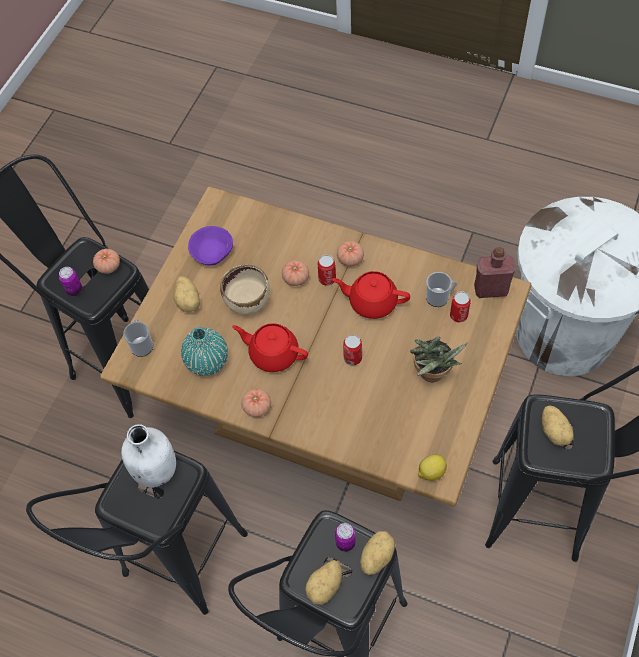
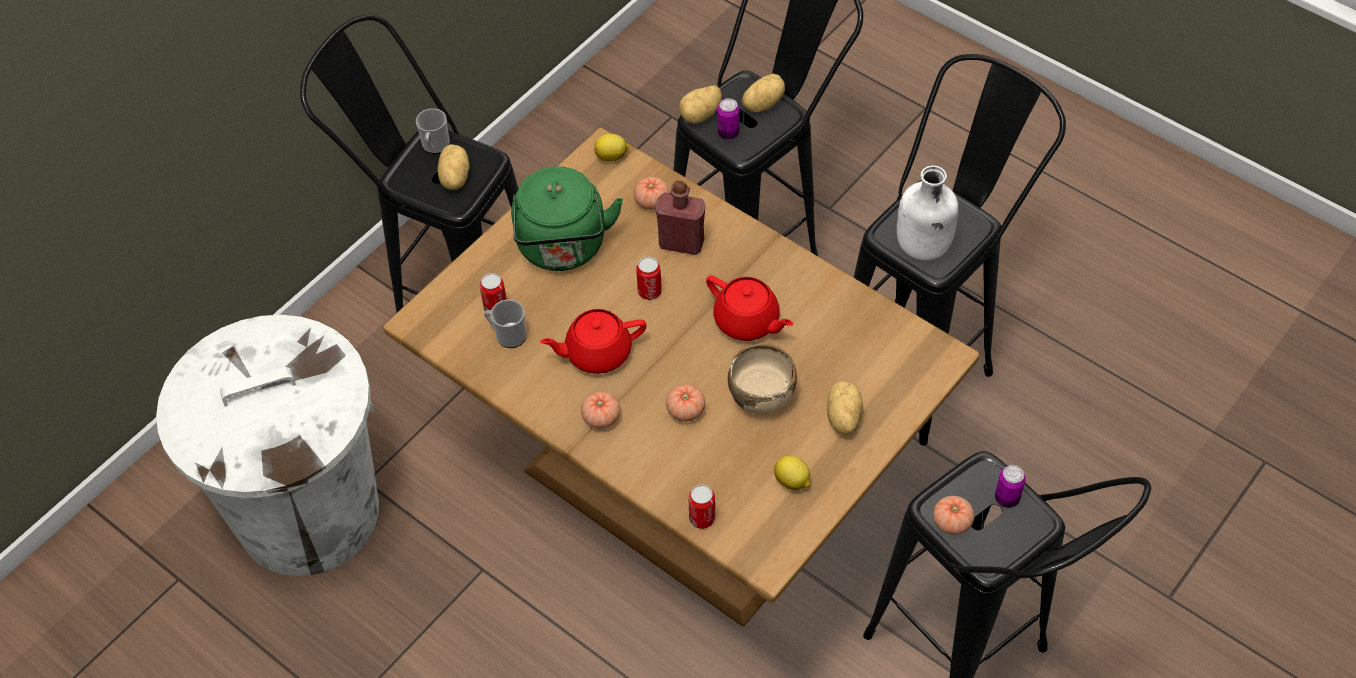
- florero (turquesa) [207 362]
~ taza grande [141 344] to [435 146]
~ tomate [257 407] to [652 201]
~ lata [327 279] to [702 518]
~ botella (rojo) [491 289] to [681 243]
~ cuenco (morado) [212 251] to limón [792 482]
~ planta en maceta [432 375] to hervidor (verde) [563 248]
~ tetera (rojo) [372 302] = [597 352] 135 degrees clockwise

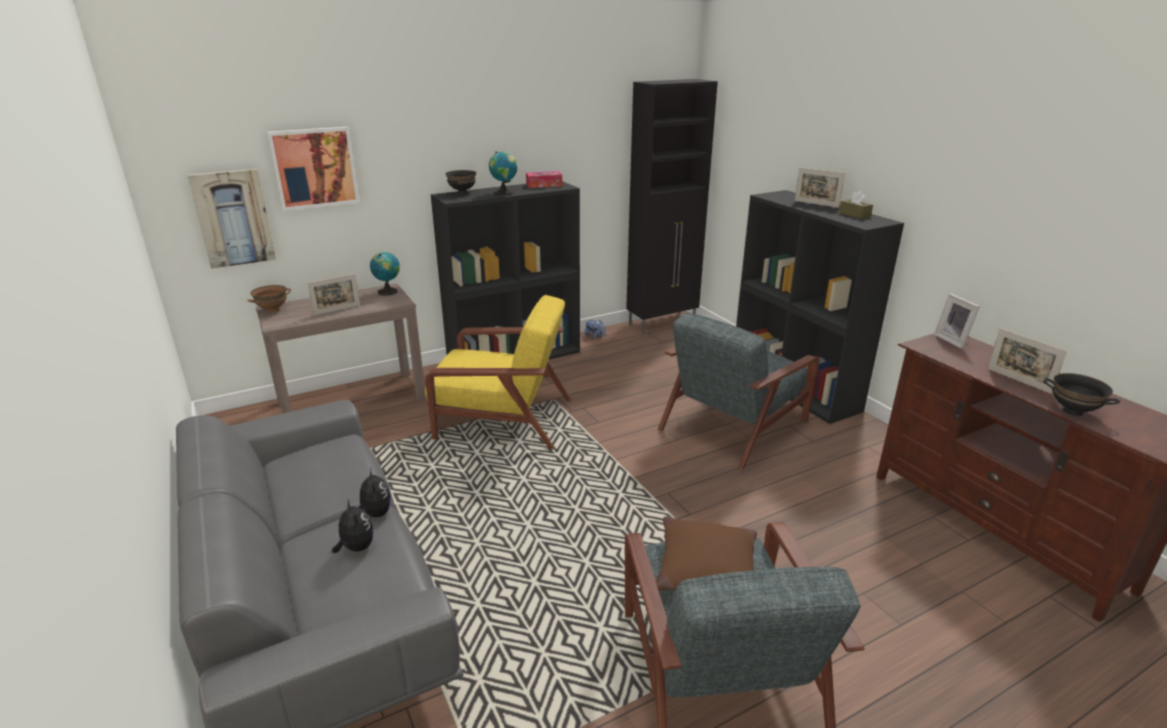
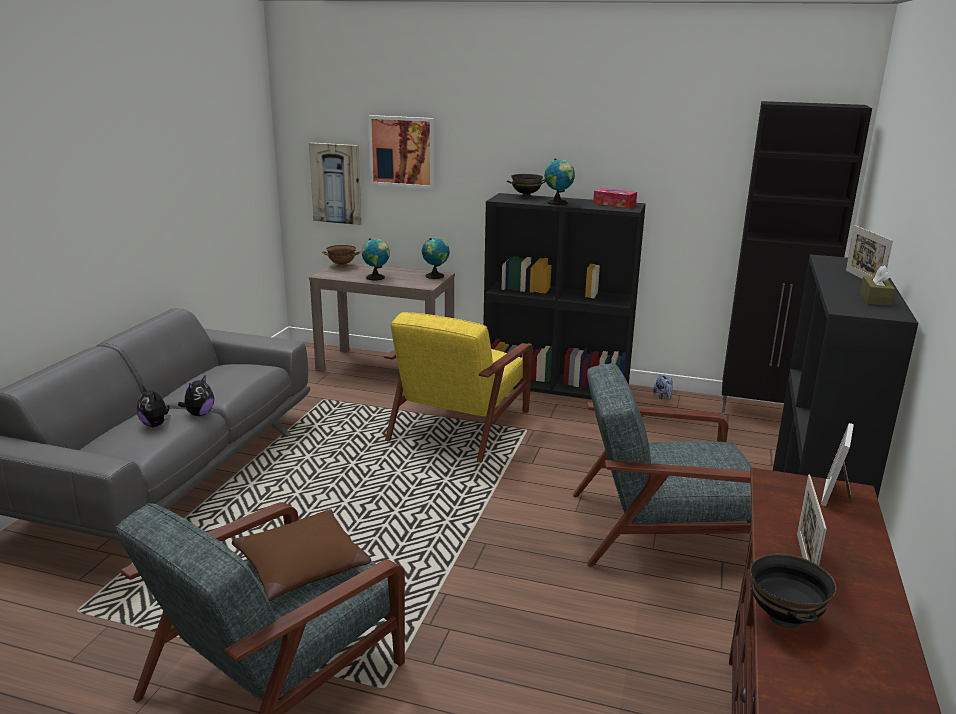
~ portarretratos [337 310] to globo terráqueo [377 277]
~ peluche [356 547] = [156 425] 120 degrees clockwise
~ sillón (amarillo) [501 418] = [461 424] 60 degrees clockwise

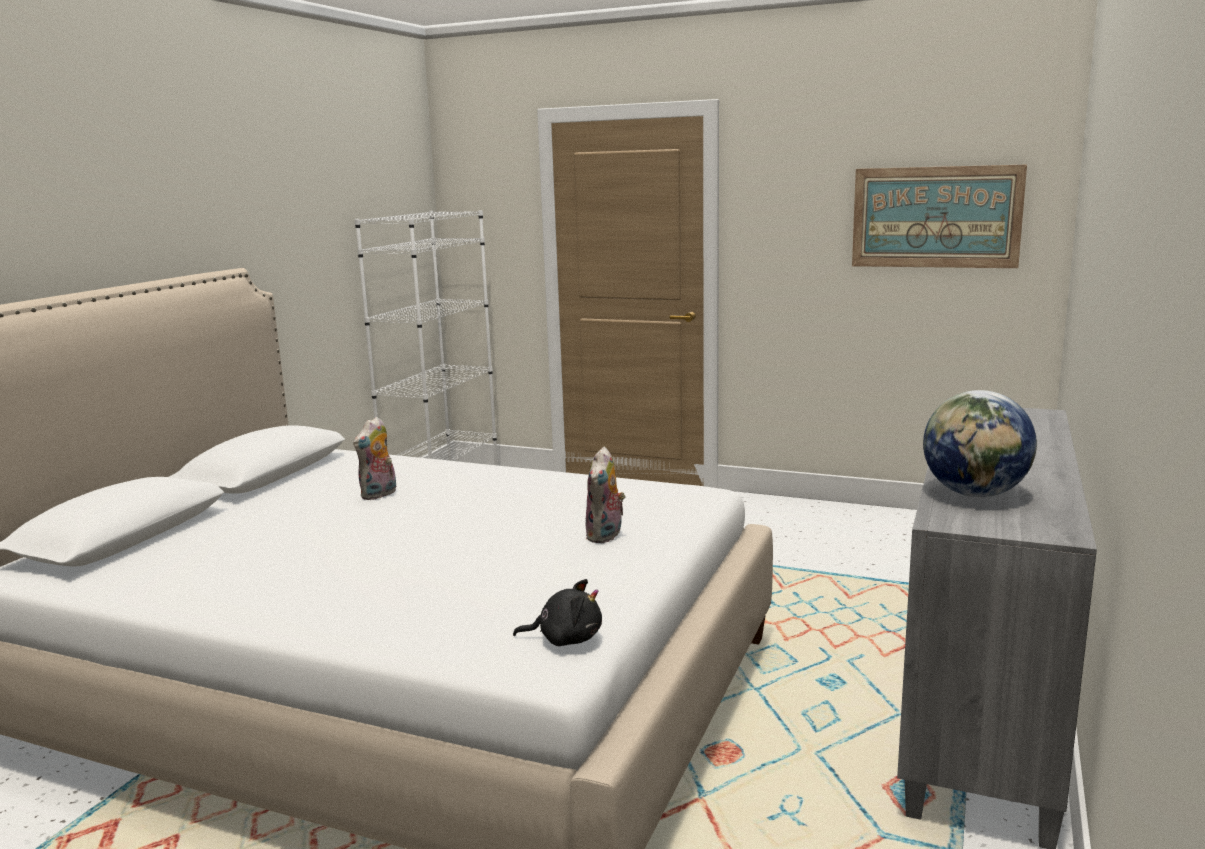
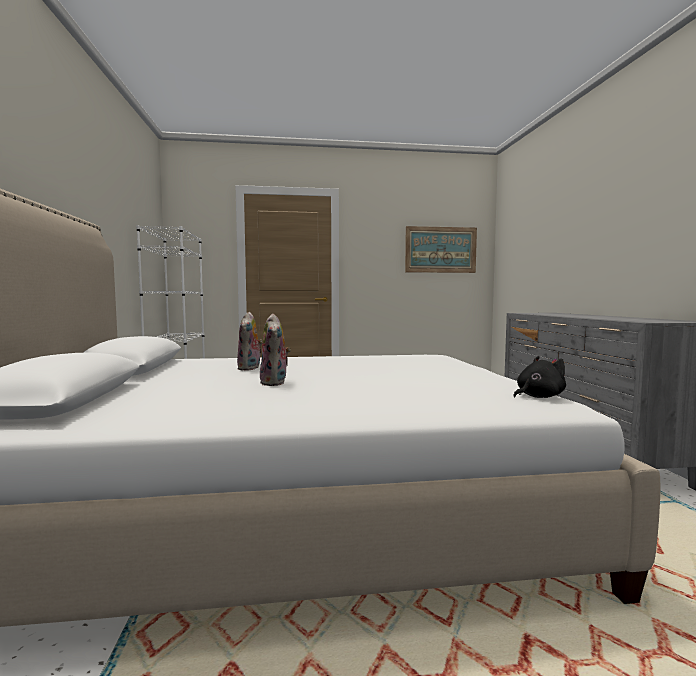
- globo terráqueo [975 494]
~ peluche [606 536] to [275 383]

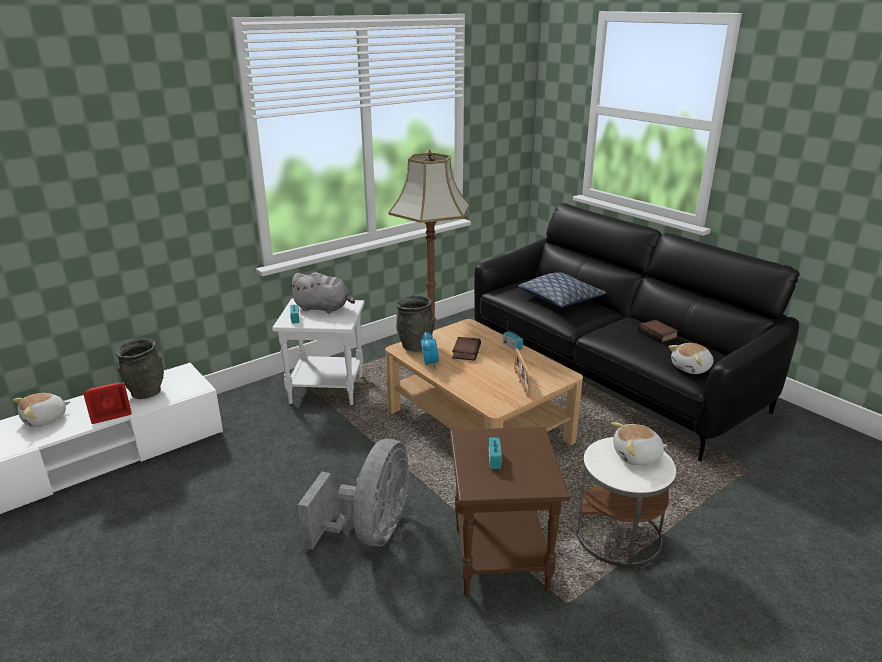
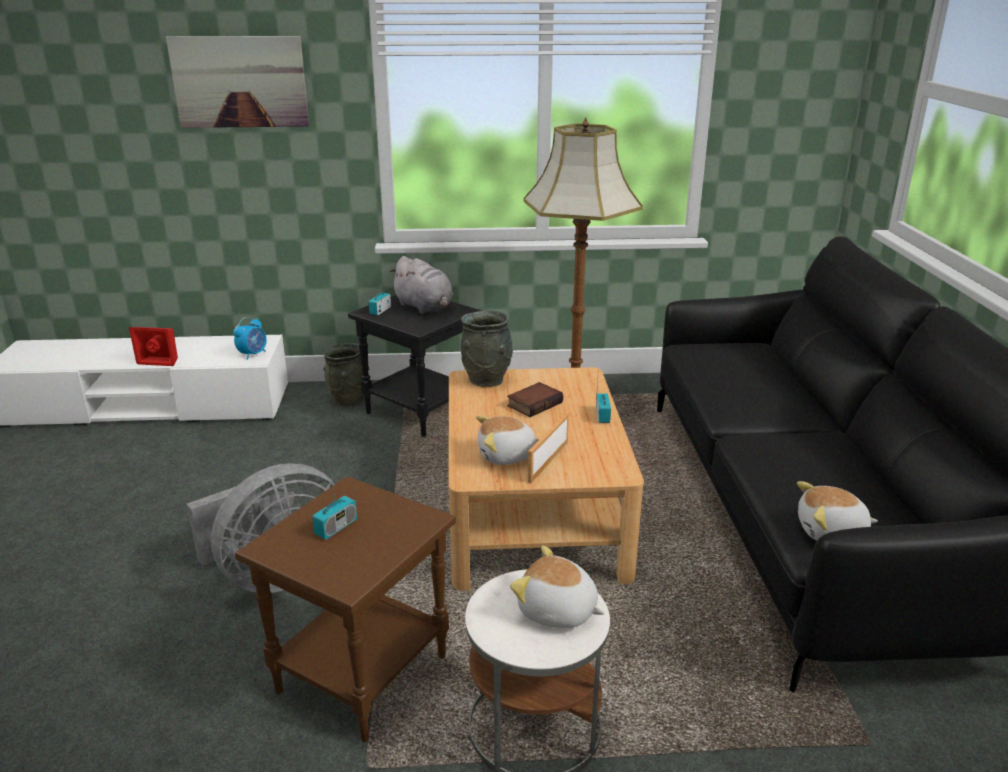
- cojín [561 299]
- libro [658 334]
+ cuadro [240 82]
~ peluche [45 419] to [507 456]
~ florero (gris) [146 392] to [349 400]
~ despertador [430 363] to [253 354]
~ mesa auxiliar (blanco) [328 389] to mesa auxiliar (negro) [421 411]

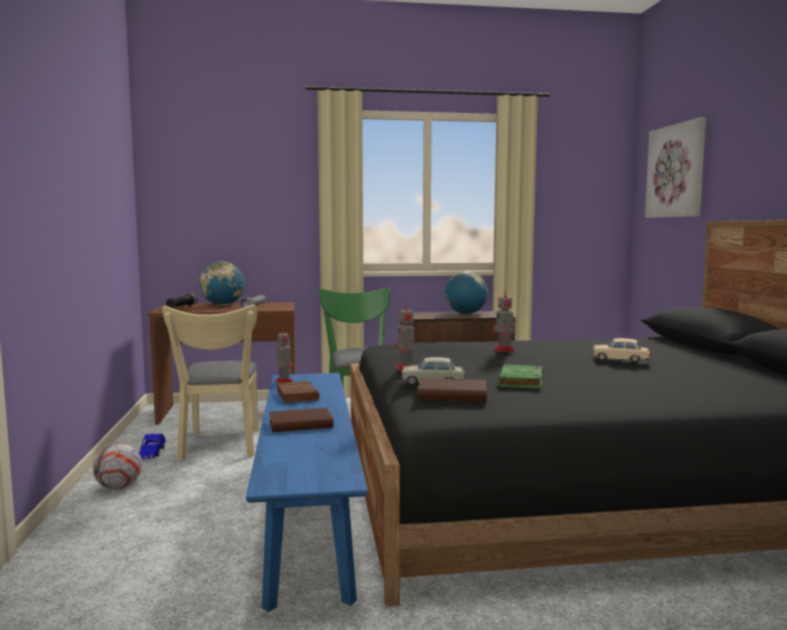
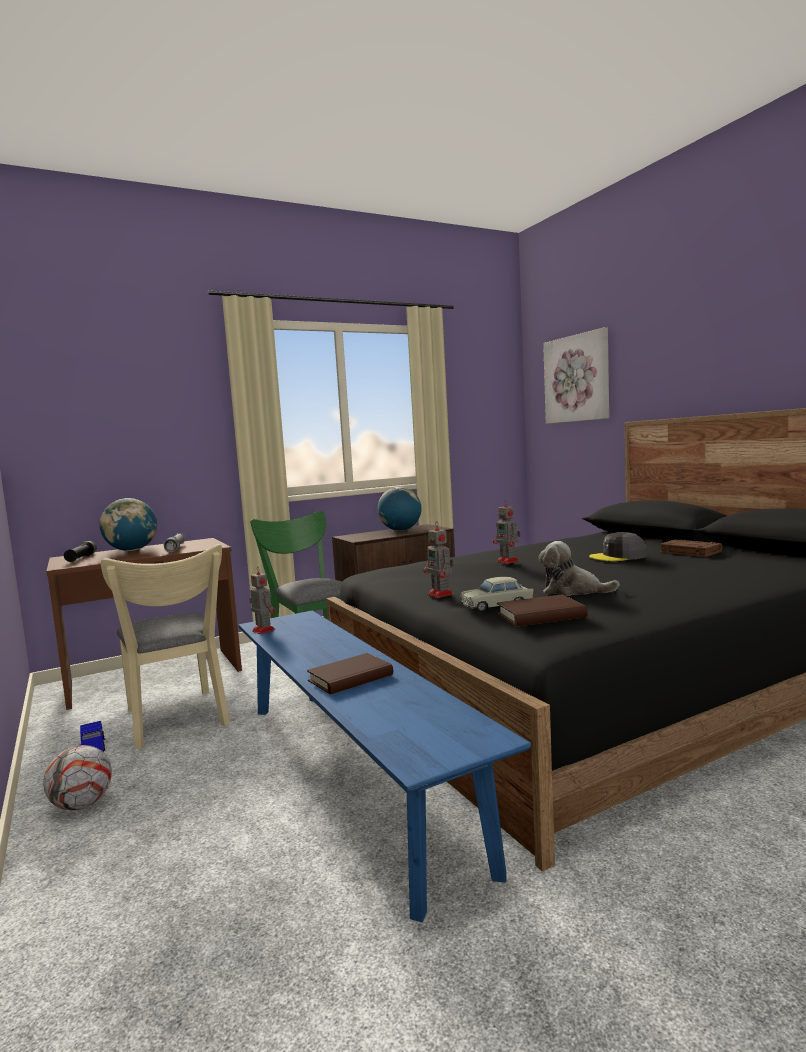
~ libro (marrón) [297 395] to [689 552]
~ libro (verde) [521 381] to peluche [572 591]
~ coche de juguete (beis) [620 359] to gorra (gris) [618 556]

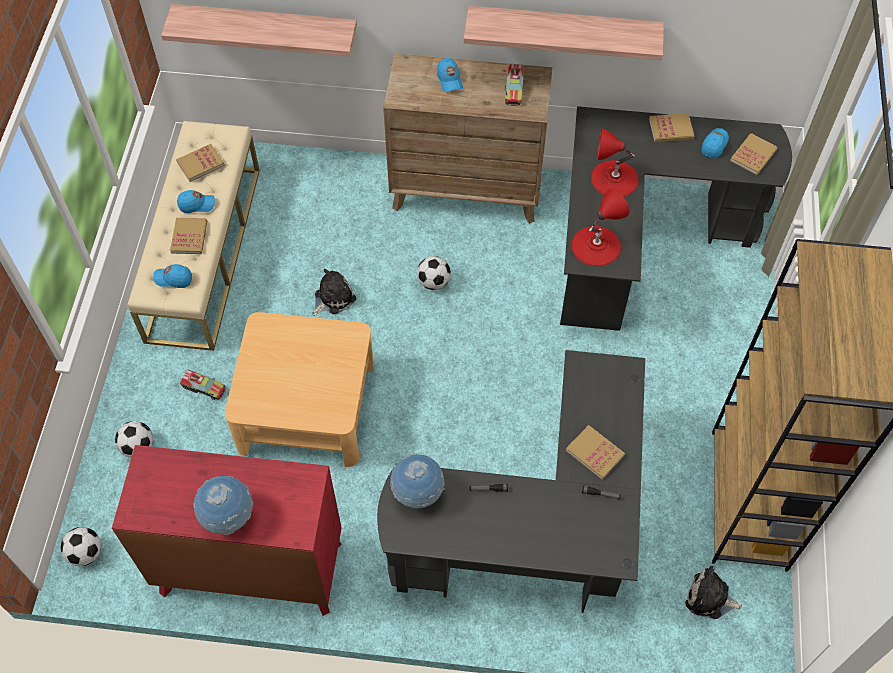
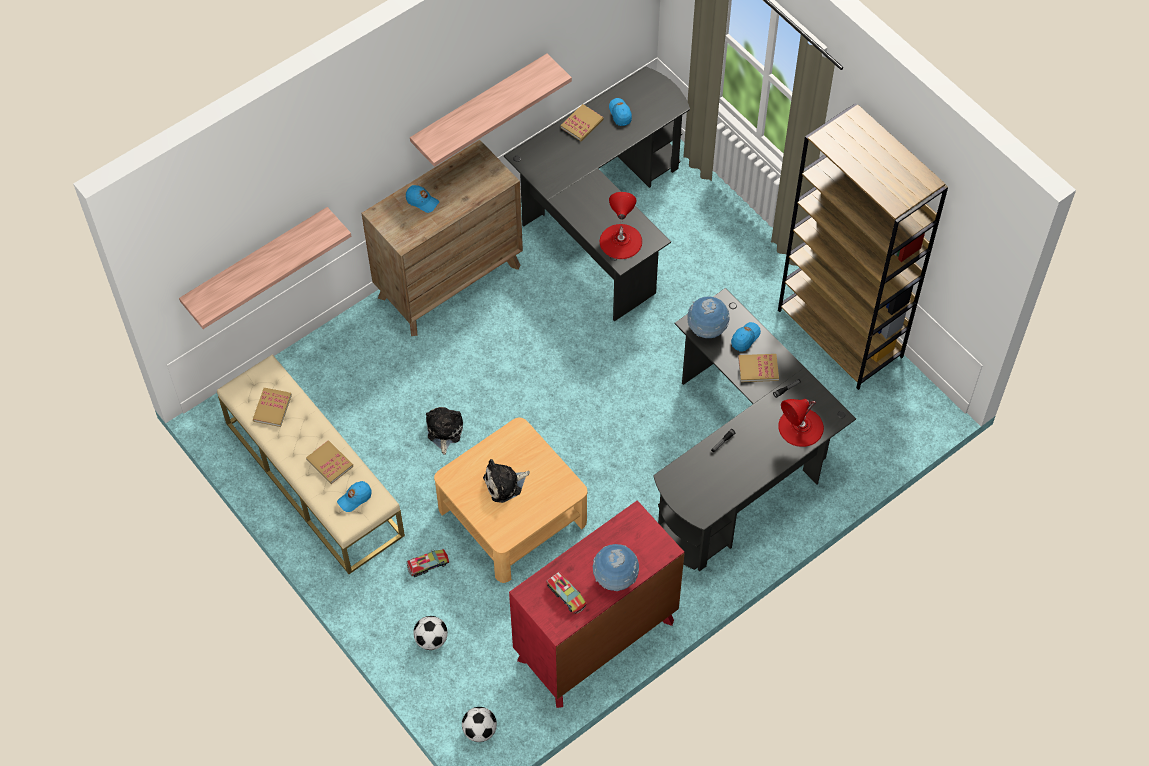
- balón de fútbol [433 282]
- libro [753 155]
~ gorra (azul) [197 204] to [745 338]
~ globo terráqueo [417 493] to [707 330]
~ camión de juguete [514 89] to [566 595]
~ lámpara de mesa (rojo) [614 179] to [801 427]
~ peluche [710 598] to [505 484]

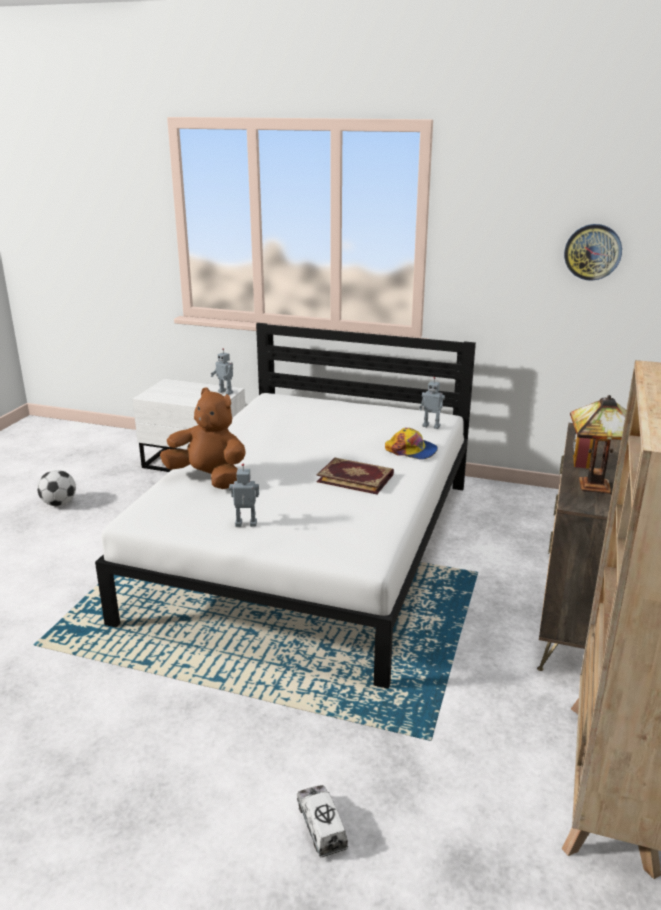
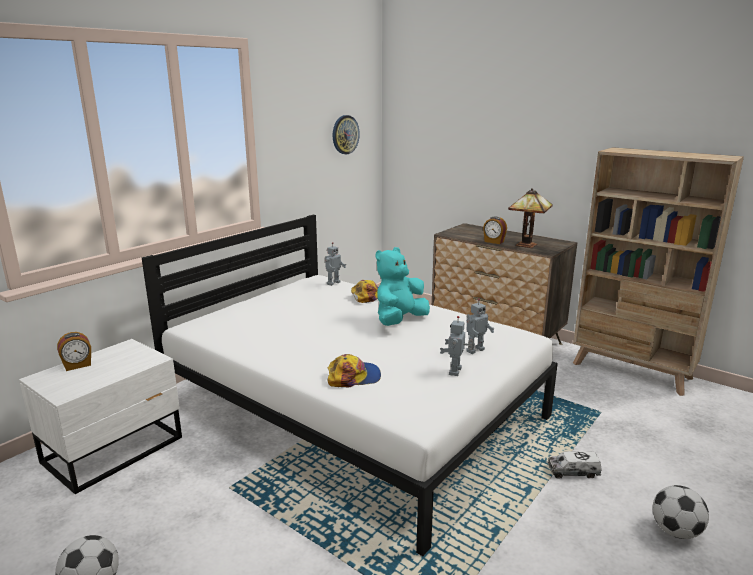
+ despertador [77 365]
+ balón de fútbol [676 531]
~ robot de juguete [226 392] to [474 350]
~ camión de juguete [321 826] to [573 472]
~ peluche (marrón) [209 478] to gorra [354 377]
~ libro [355 478] to peluche (turquesa) [399 320]

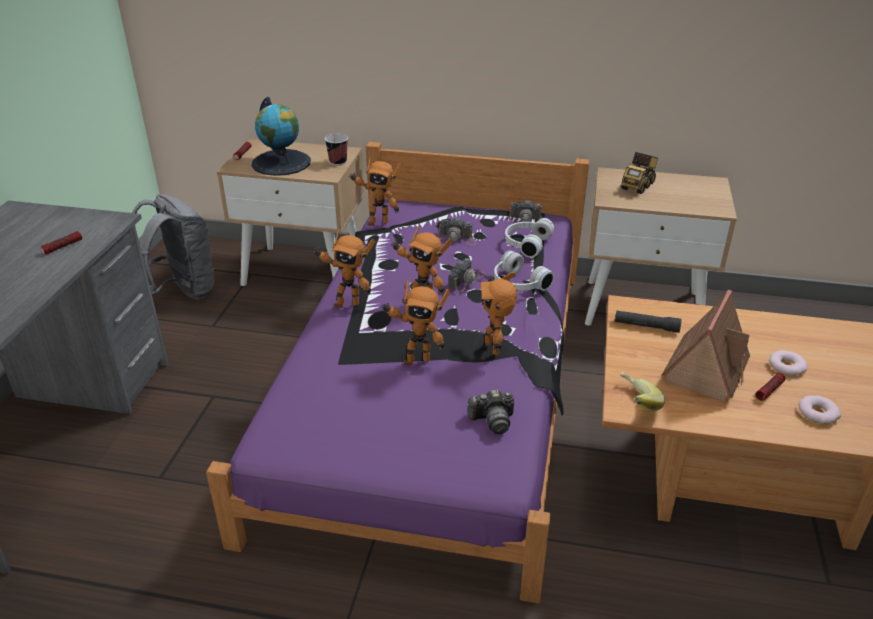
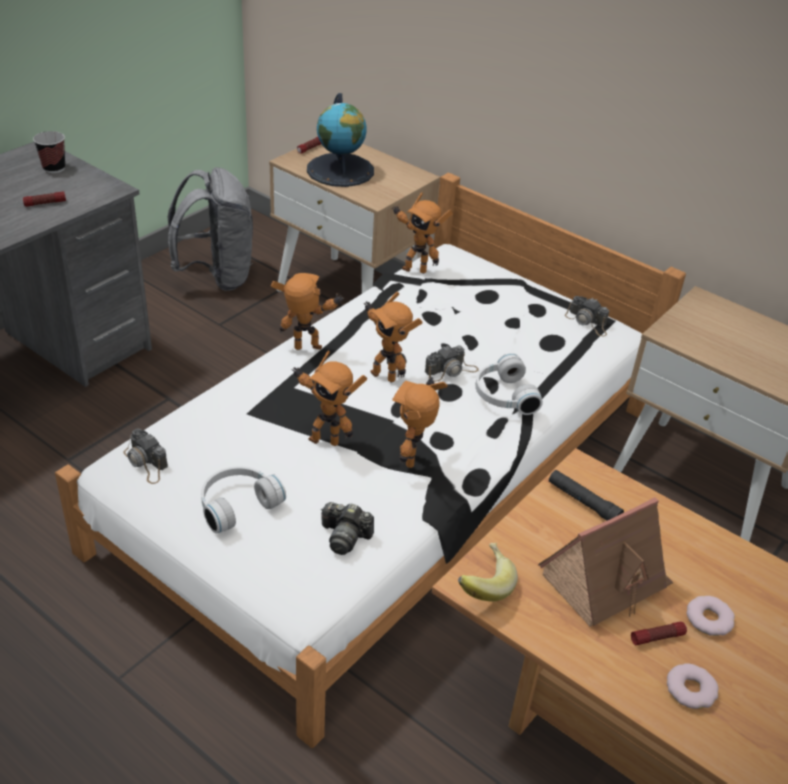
- camión de juguete [638 186]
~ taza [338 162] to [54 168]
~ cámara [457 238] to [146 463]
~ auriculares (blanco) [526 244] to [236 504]
~ cama (morado) [435 386] to cama (blanco) [387 475]
~ robot de juguete [347 303] = [308 351] 150 degrees clockwise

